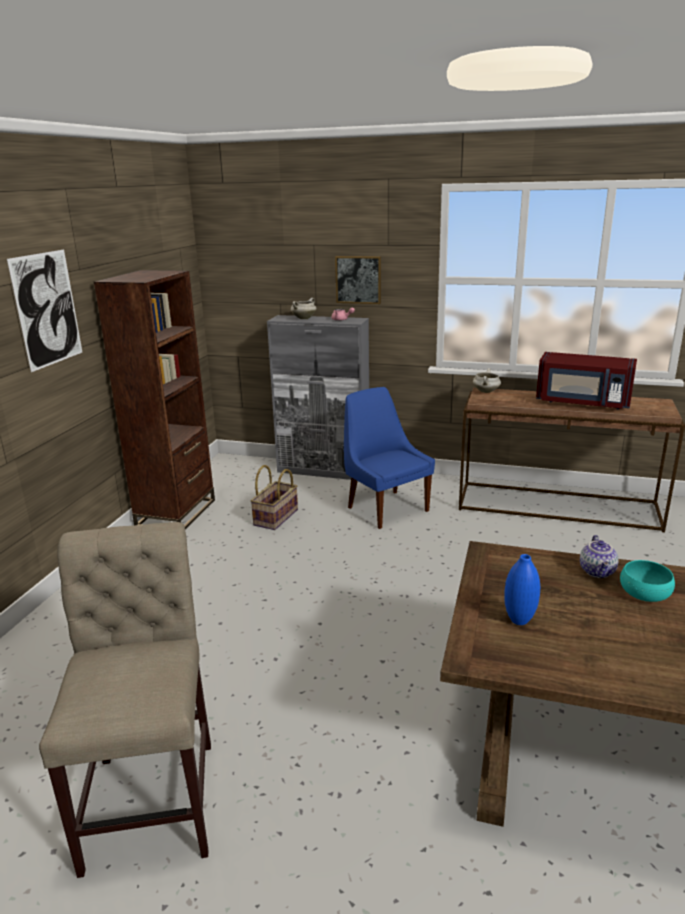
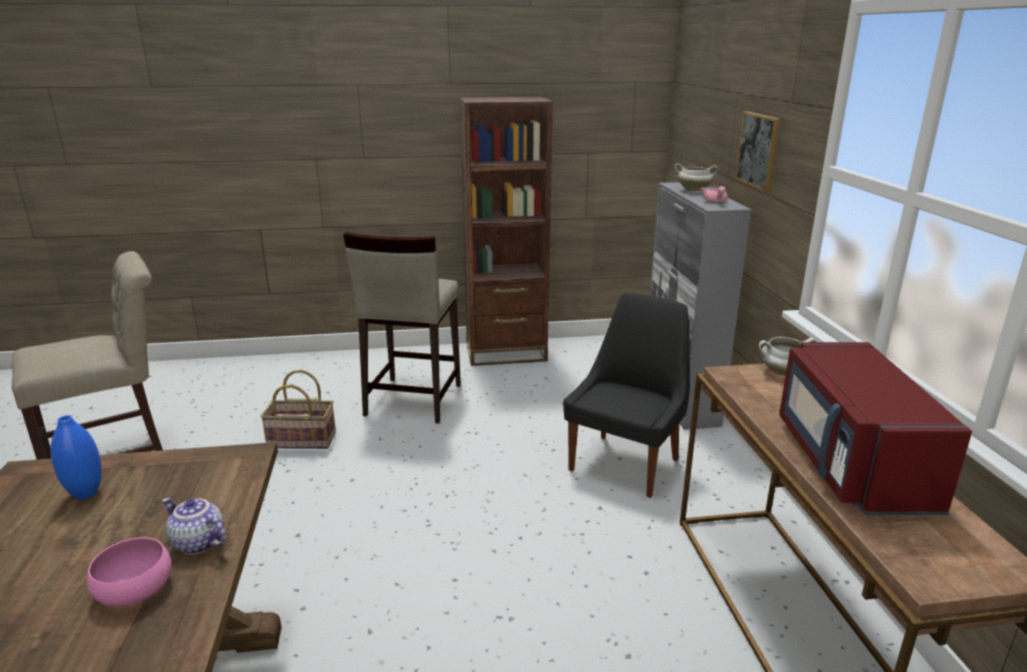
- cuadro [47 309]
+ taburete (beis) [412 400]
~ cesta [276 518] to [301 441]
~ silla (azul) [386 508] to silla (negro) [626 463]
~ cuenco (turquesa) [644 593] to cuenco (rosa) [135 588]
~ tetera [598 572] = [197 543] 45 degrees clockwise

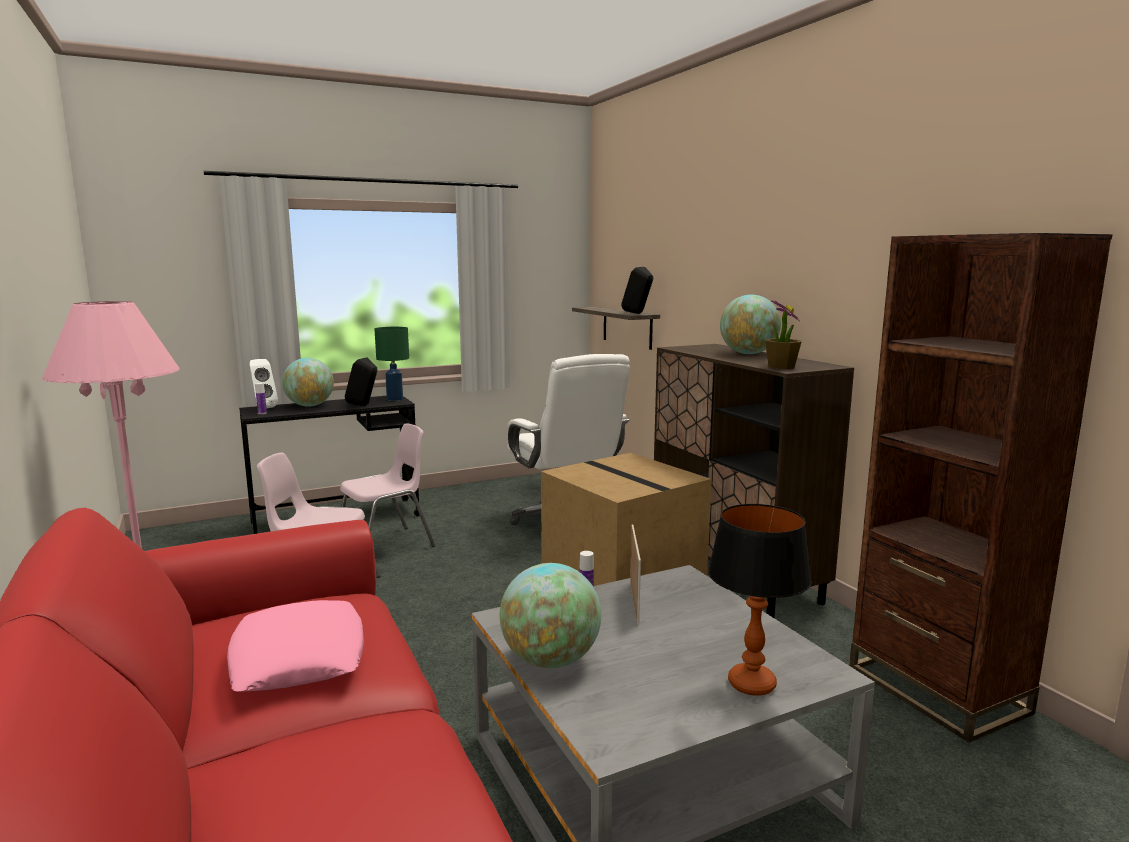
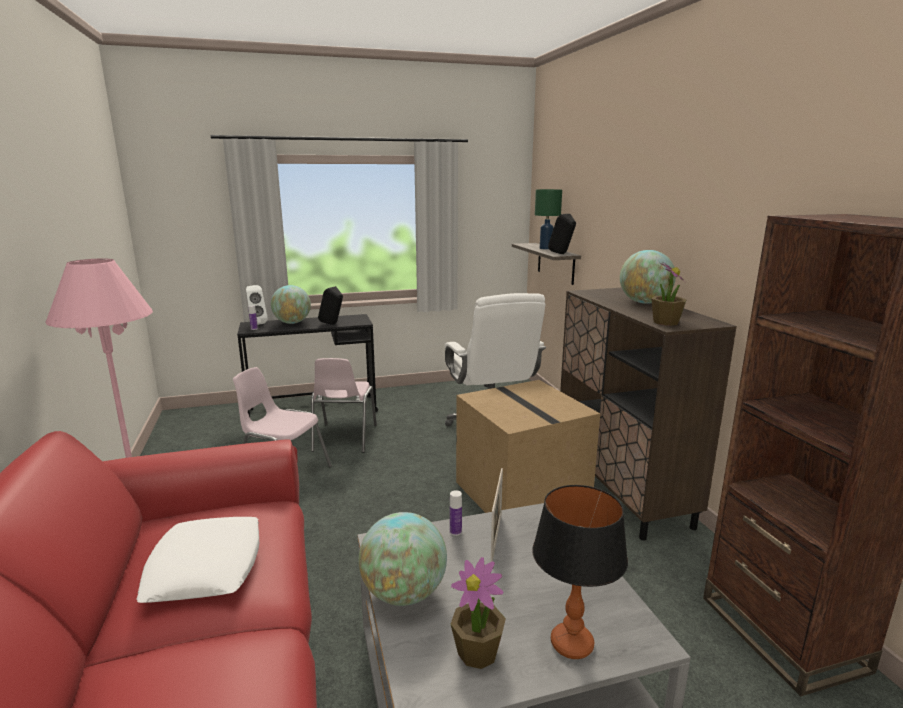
+ planta en maceta [478 652]
~ lámpara de mesa (verde) [394 399] to [545 248]
~ cojín (rosa) [298 657] to cojín (blanco) [205 567]
~ silla (rosa) [386 546] = [344 438] 120 degrees clockwise

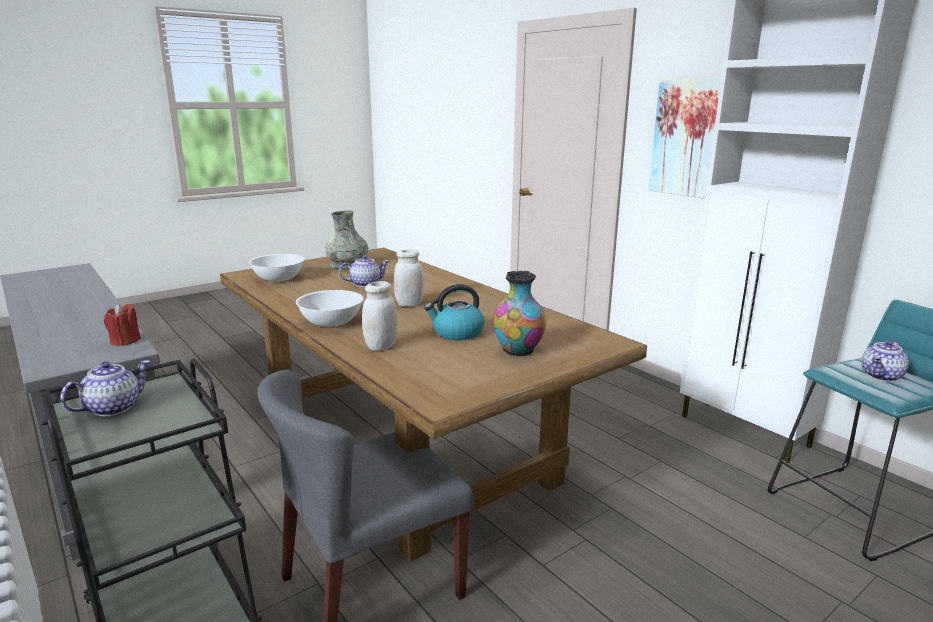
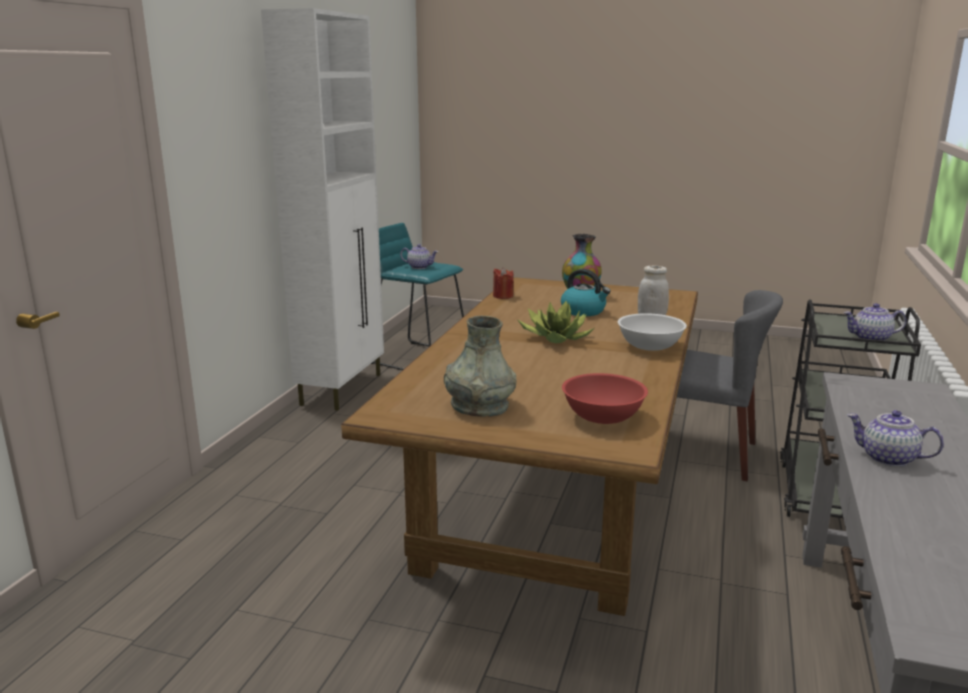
- cuadro [688 138]
~ vela (rojo) [125 341] to [503 296]
~ tetera [365 284] to [888 458]
~ tarro (blanco) [409 304] to planta en maceta [556 338]
~ cuenco (blanco) [279 279] to cuenco (rojo) [602 417]

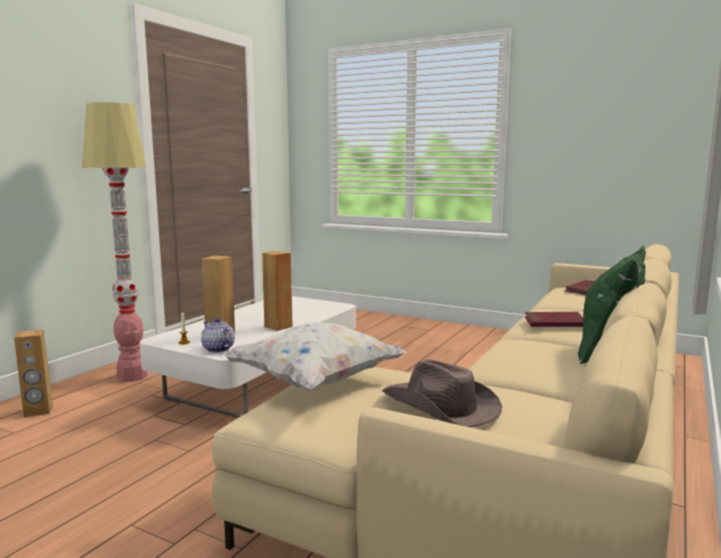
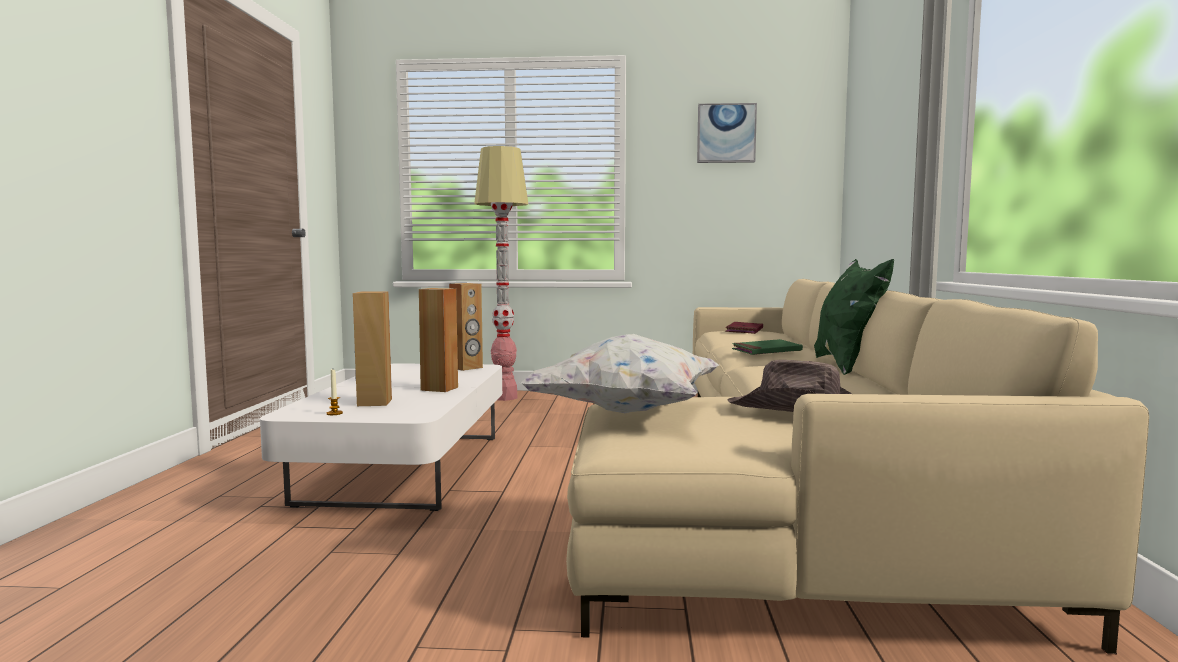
- tetera [218 349]
+ cuadro [726 133]
~ altavoz (marrón) [38 411] to [467 368]
~ lámpara de pie [132 376] to [504 397]
~ libro (rojo) [554 323] to libro (verde) [766 351]

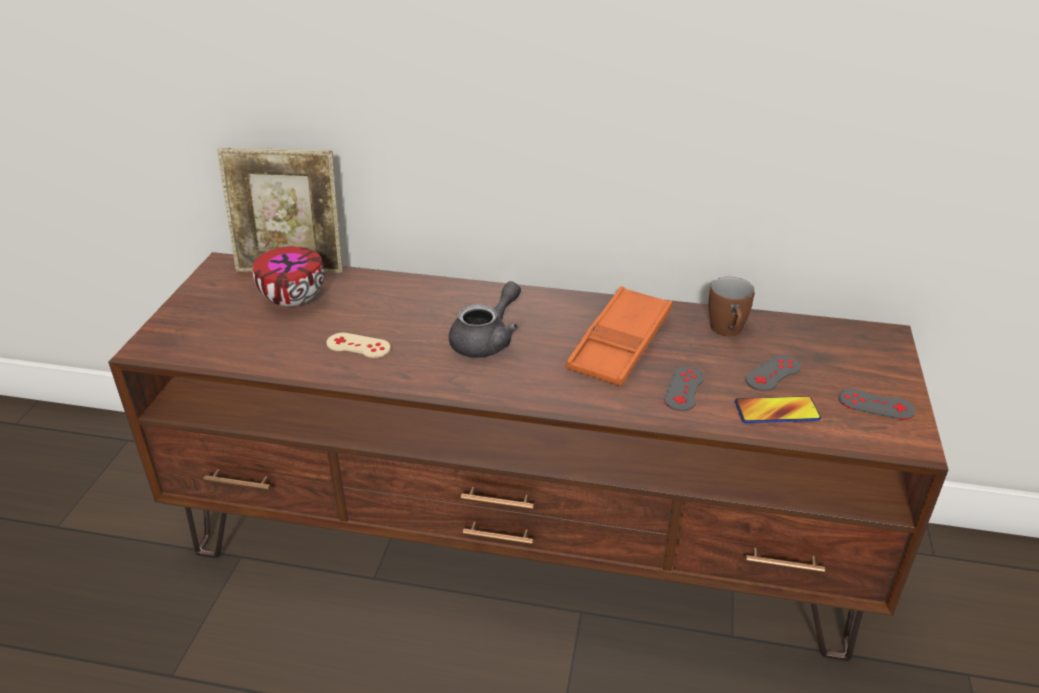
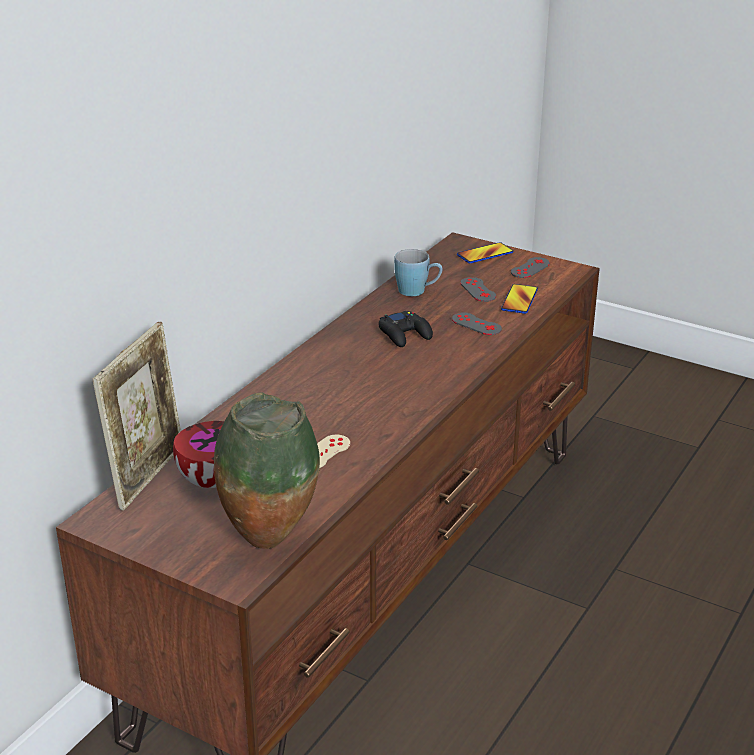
- tetera (gris) [487 340]
+ florero [270 540]
+ móvil [485 254]
~ bandeja (naranja) [620 344] to mando de consola (negro) [405 334]
~ taza grande (marrón) [728 332] to taza grande (azul) [418 291]

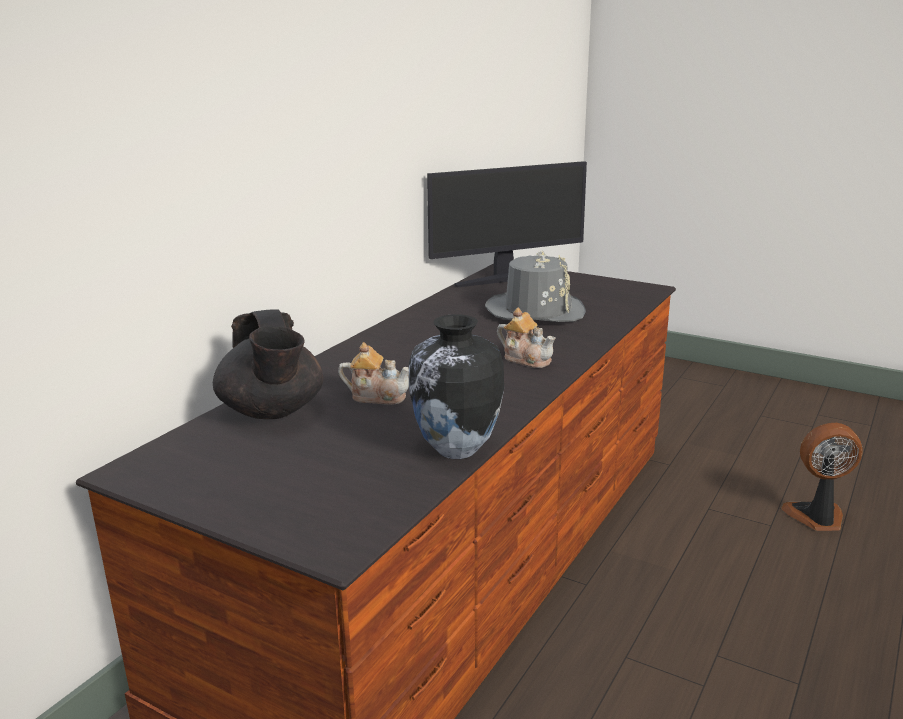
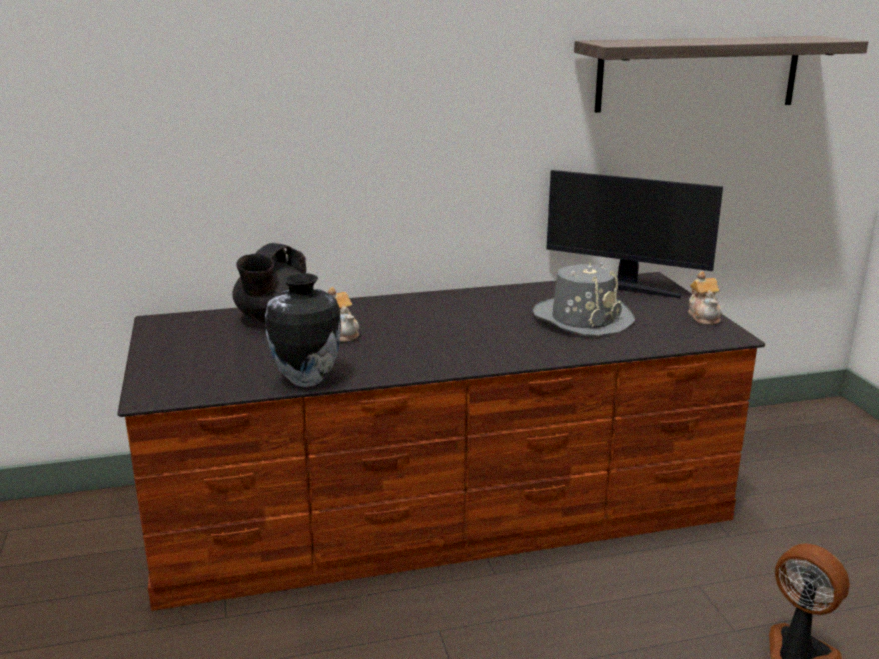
+ estante [698 73]
~ tetera [526 359] to [704 316]

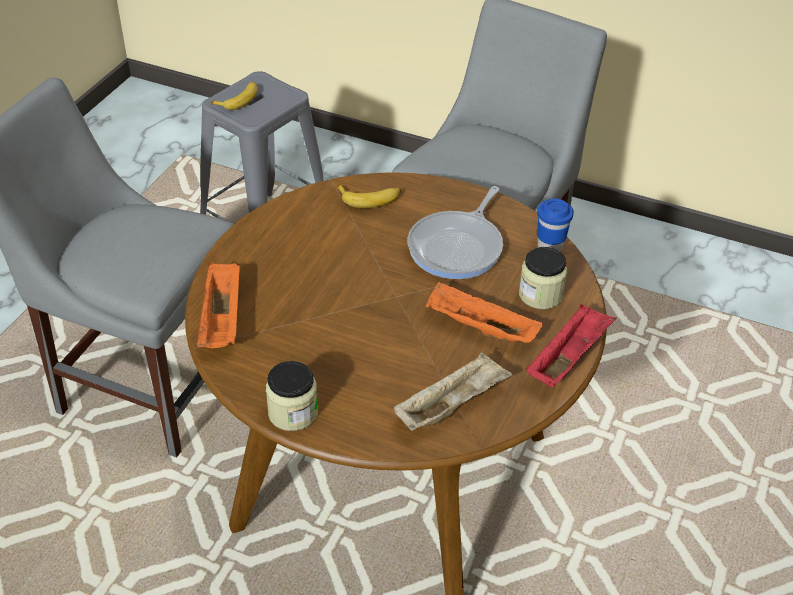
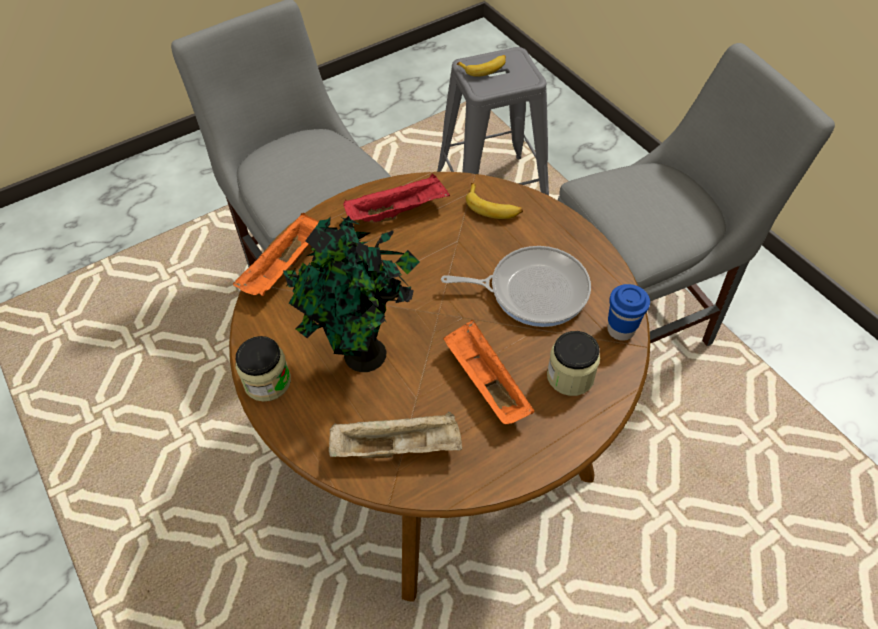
+ planta en maceta [364 358]
~ bandeja (rojo) [568 358] to [398 211]
~ sartén [458 247] = [532 290] 150 degrees counterclockwise

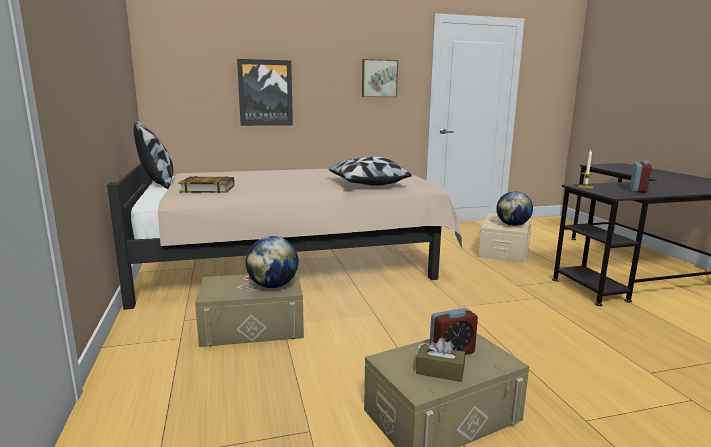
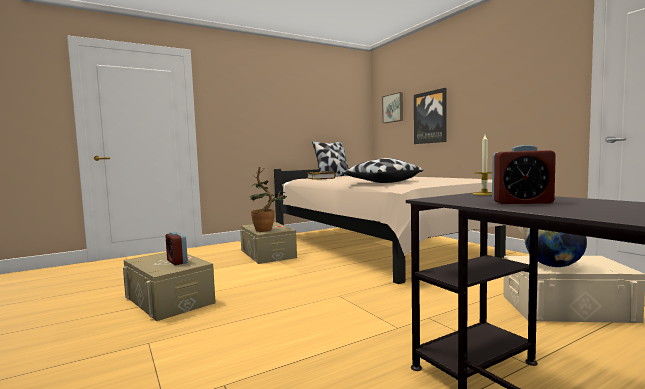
- caja de pañuelos (marrón) [440 371]
~ cuadro [379 78] to [393 108]
~ globo terráqueo [273 286] to planta en maceta [267 229]

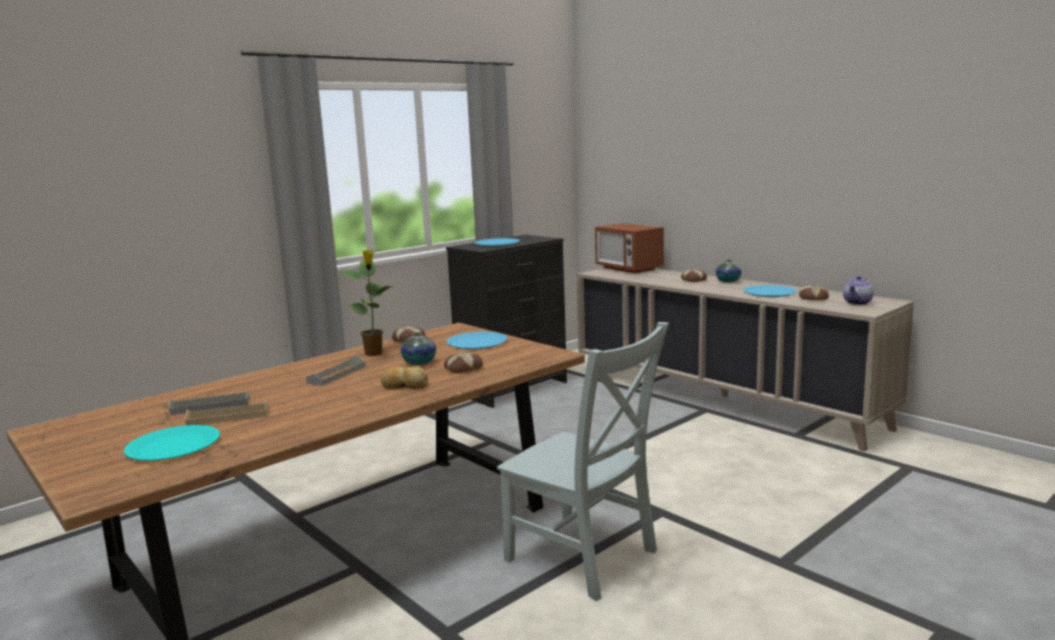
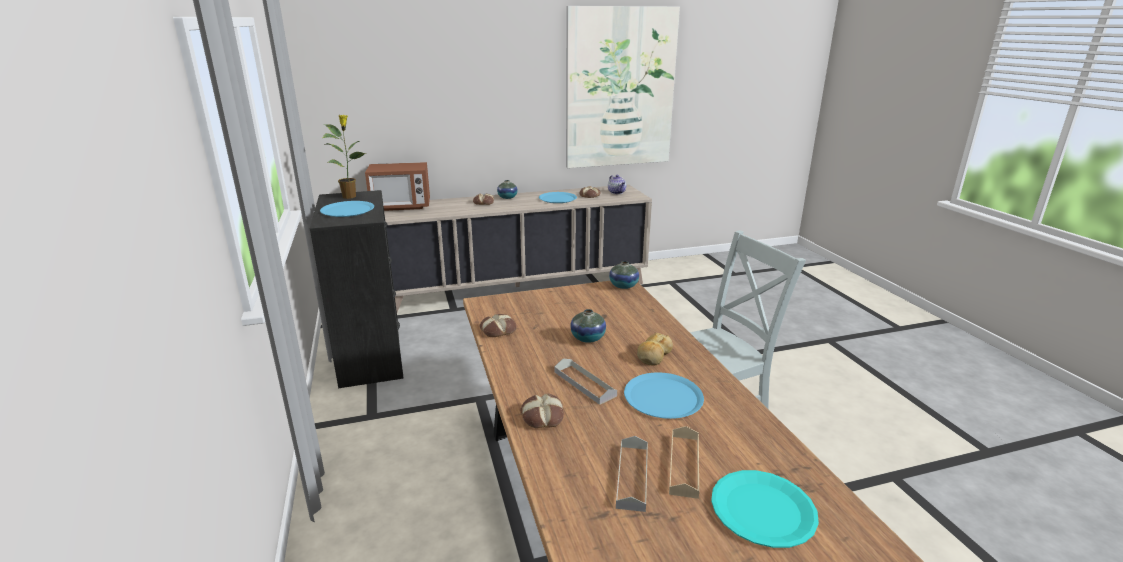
+ cuadro [620 89]
+ florero [623 286]
~ planta en maceta [374 354] to [350 196]
~ pan [463 368] to [542 416]
~ plato (azul) [476 342] to [663 397]

